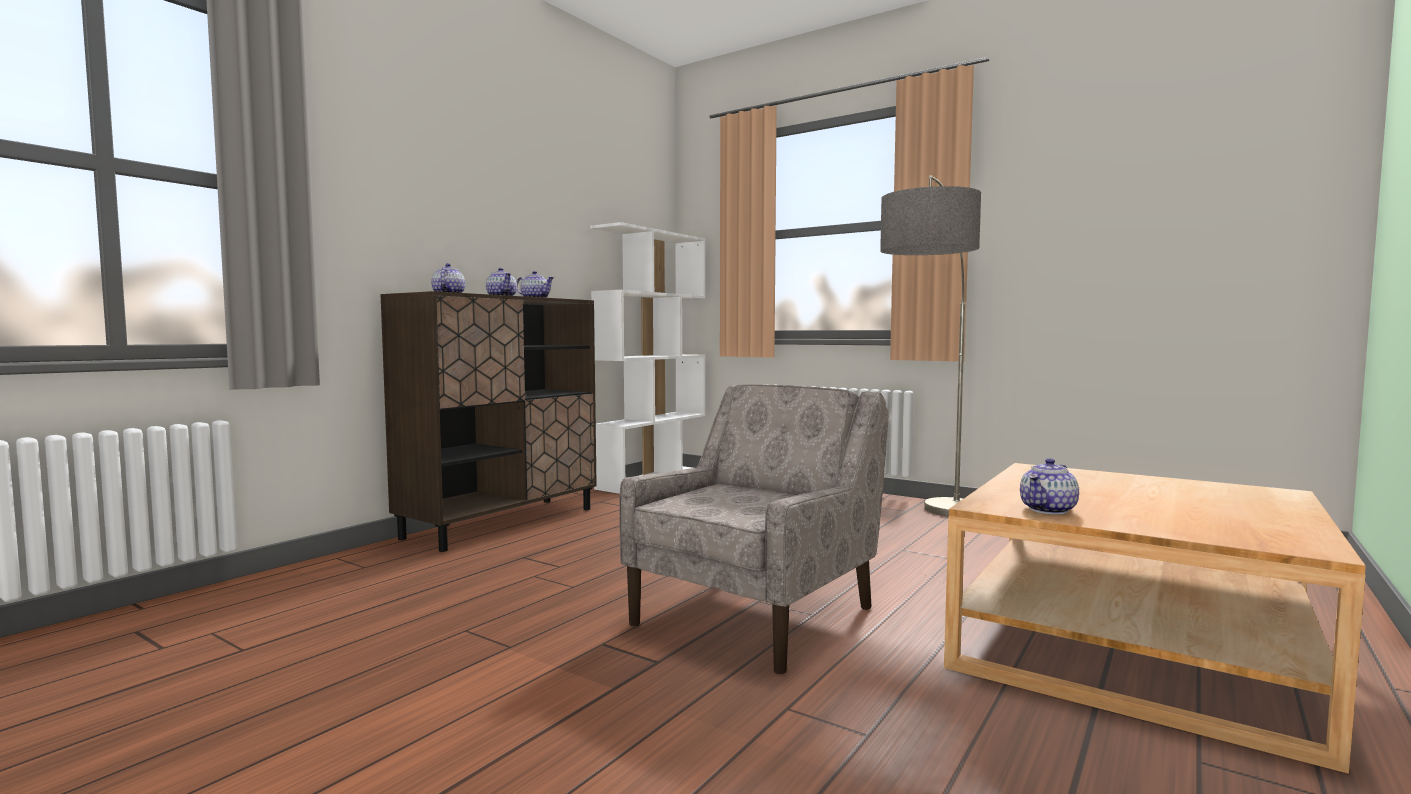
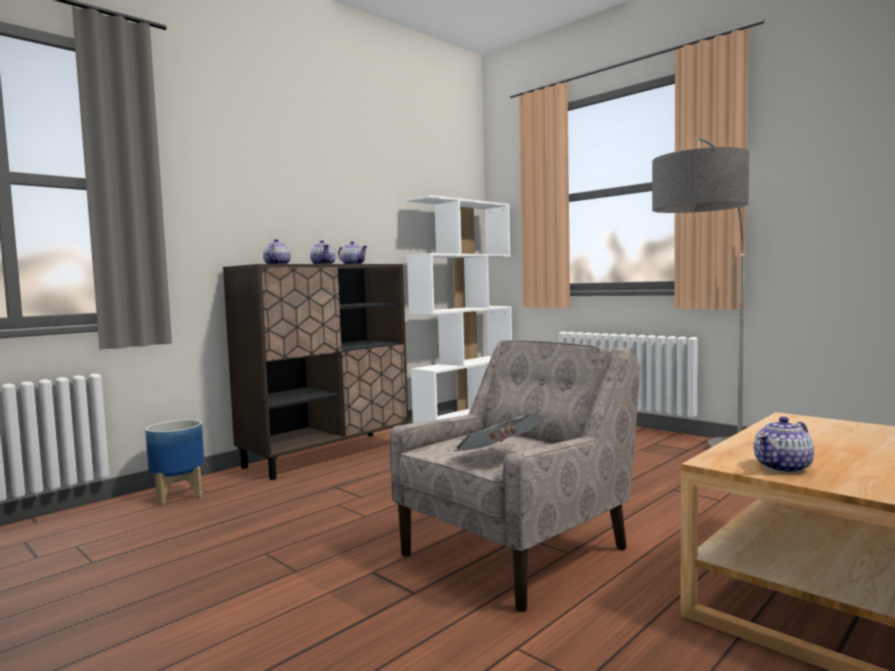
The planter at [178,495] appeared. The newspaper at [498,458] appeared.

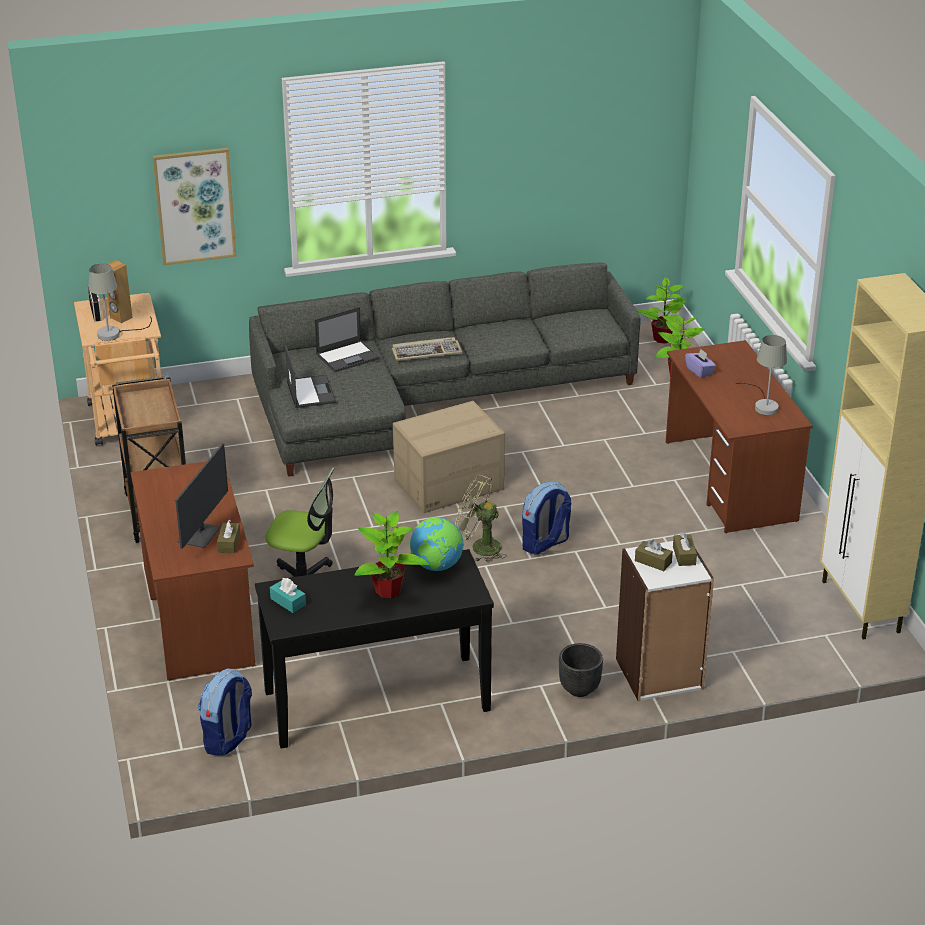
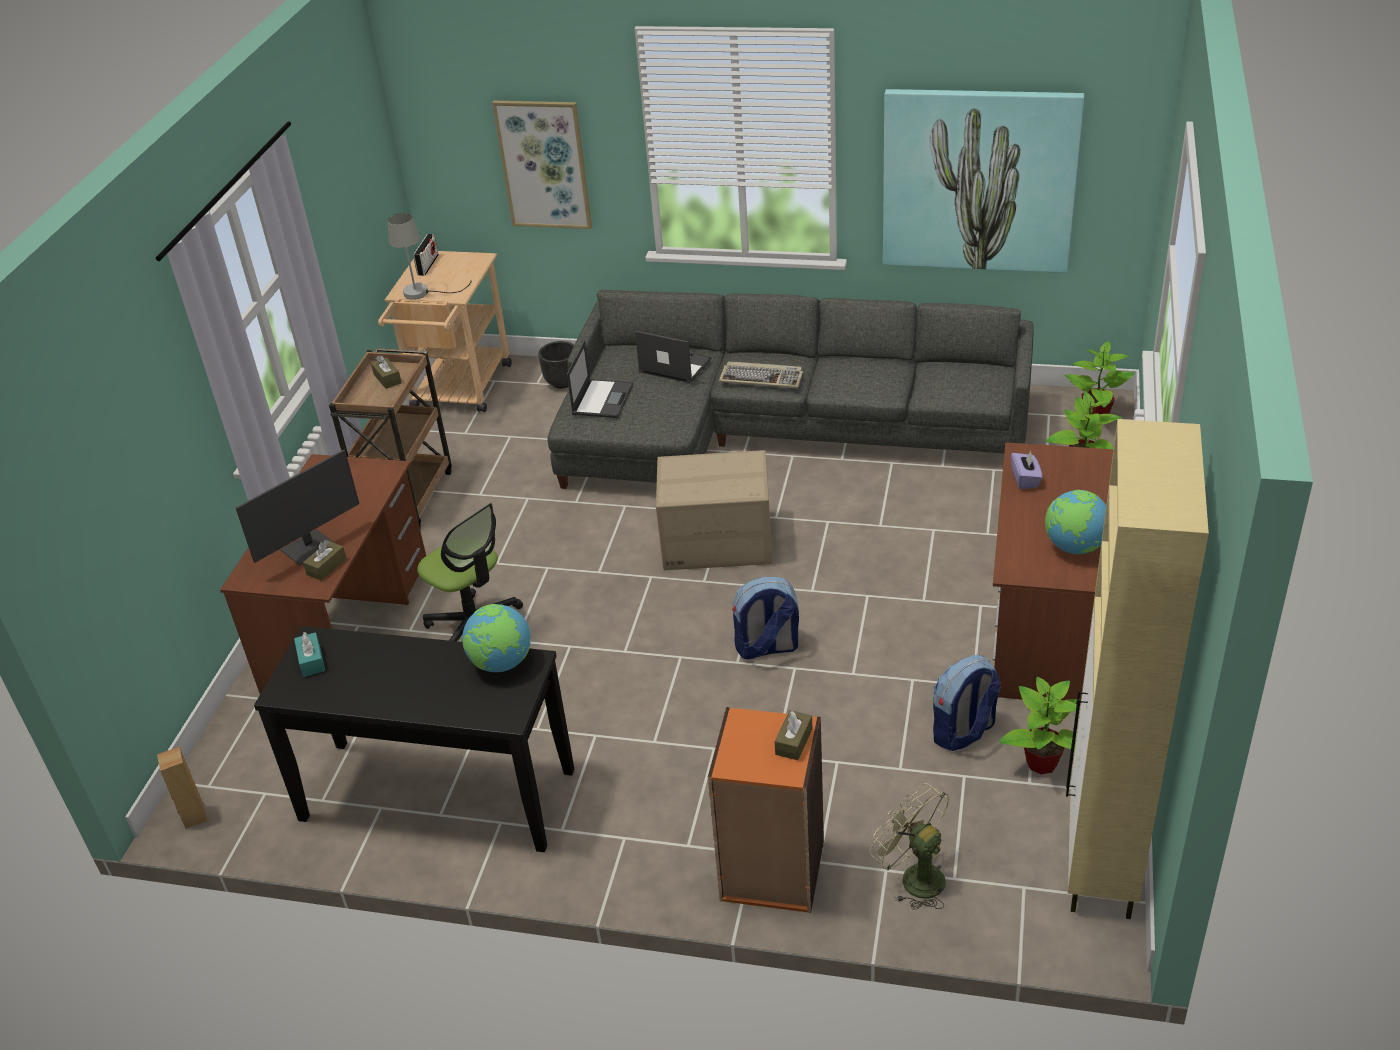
The brown speaker moved from [121,317] to [194,816]. The backpack moved from [228,739] to [963,732]. The laptop at [348,356] turned 150 degrees counterclockwise. The potted plant moved from [388,591] to [1041,763]. The green fan moved from [479,547] to [914,877]. The black planter moved from [579,689] to [562,382]. The white bookcase at [659,674] became the orange bookcase at [772,872]. The brown tissue box moved from [653,561] to [387,378]. The grey table lamp at [764,405] was replaced by the globe at [1074,547]. The picture at [979,180] appeared.

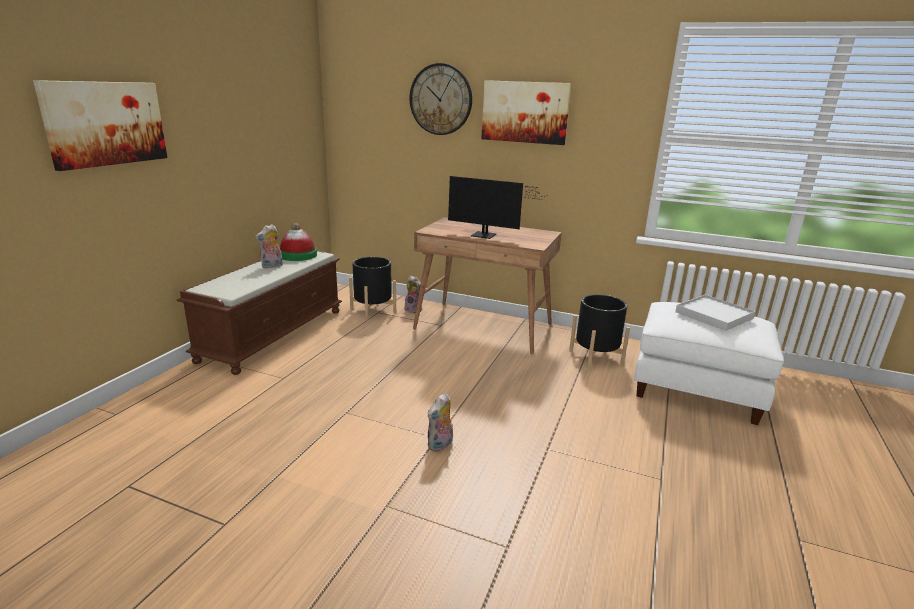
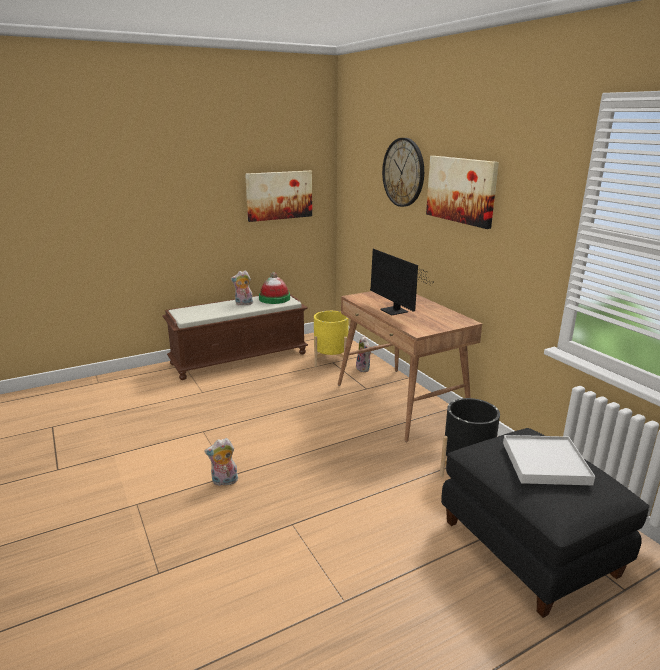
The picture moved from [105,123] to [279,195]. The black planter at [373,311] became the yellow planter at [331,360]. The white ottoman at [696,389] became the black ottoman at [530,547].

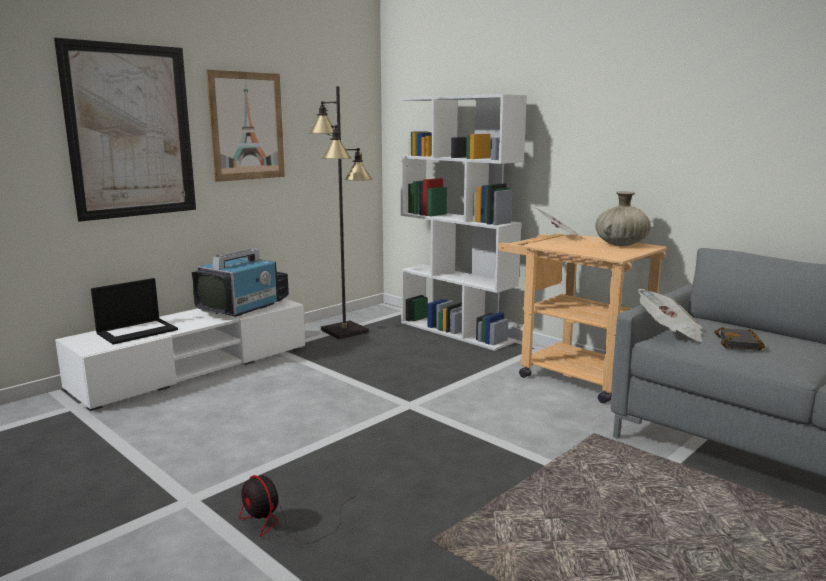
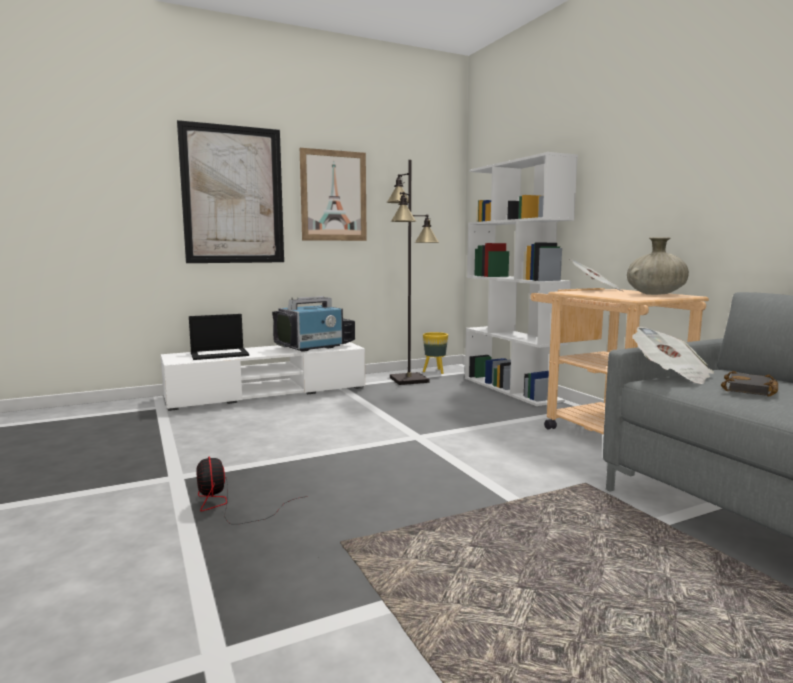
The yellow planter at [435,371] appeared.

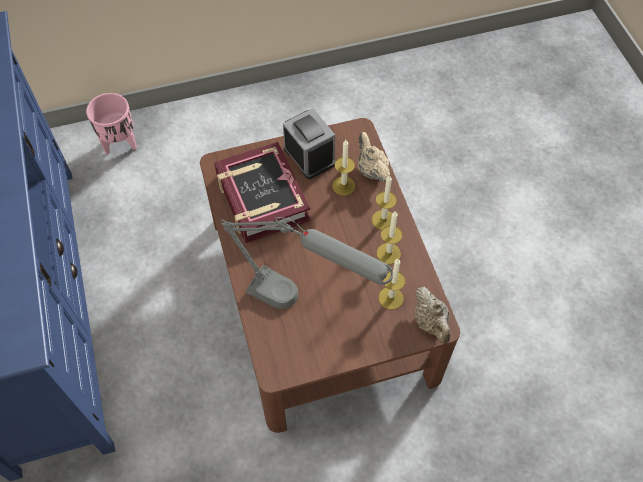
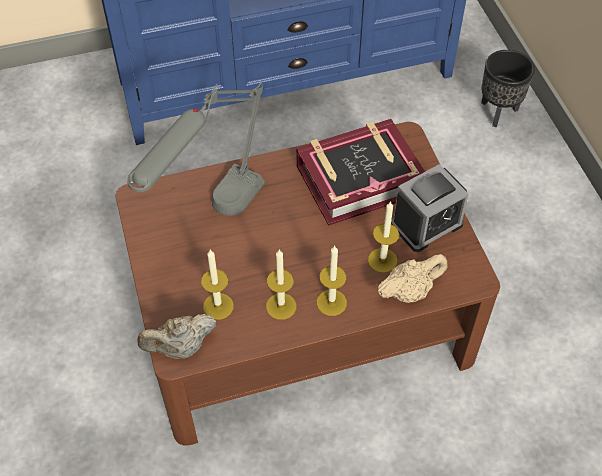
The pink planter at [120,143] became the black planter at [499,112].

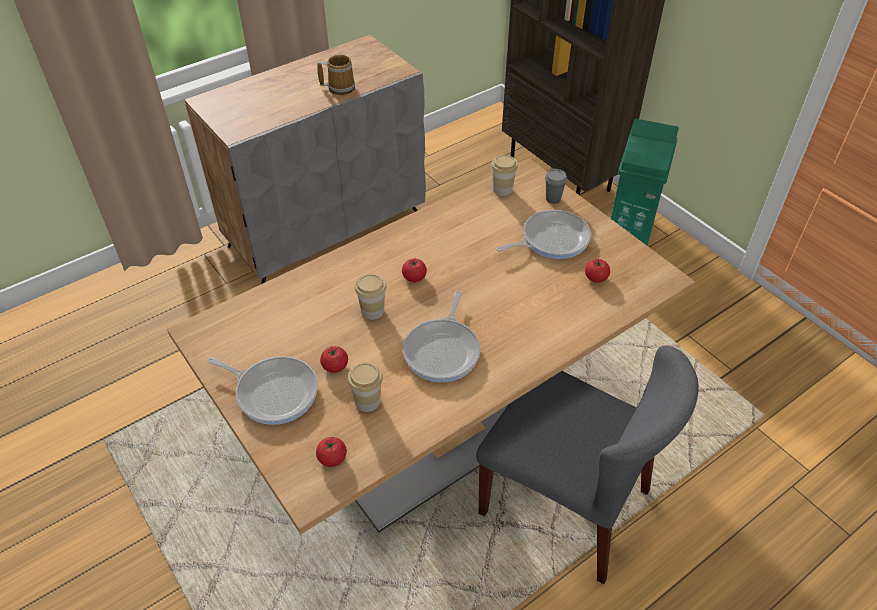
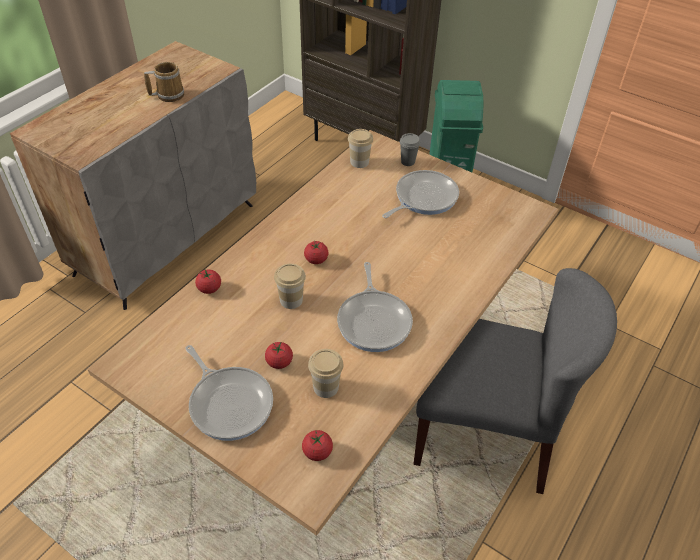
The frying pan at [274,392] turned 45 degrees clockwise. The tomato moved from [596,278] to [209,288].

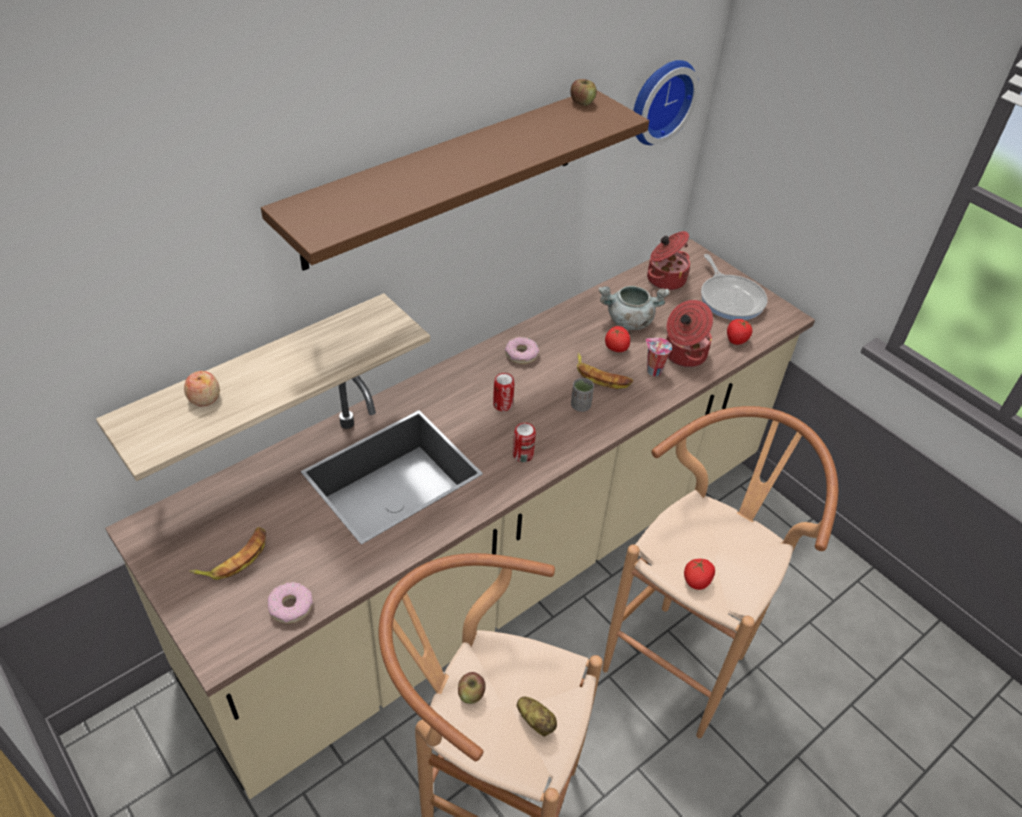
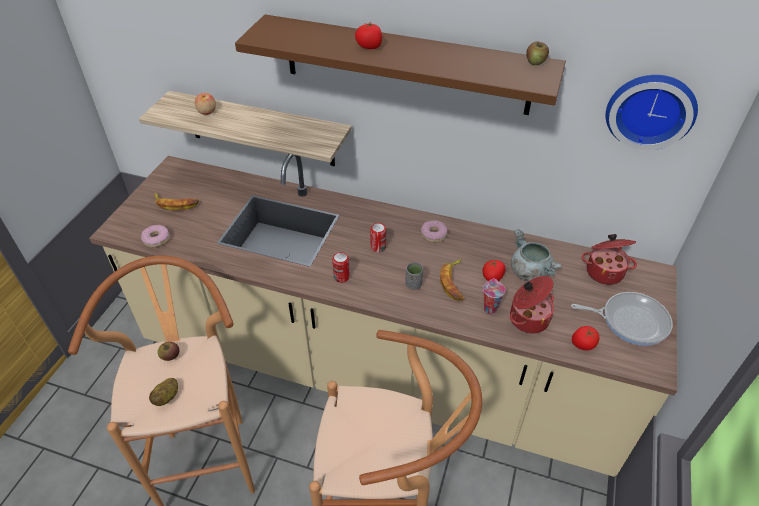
The tomato moved from [697,581] to [369,46]. The frying pan at [730,299] turned 120 degrees counterclockwise.

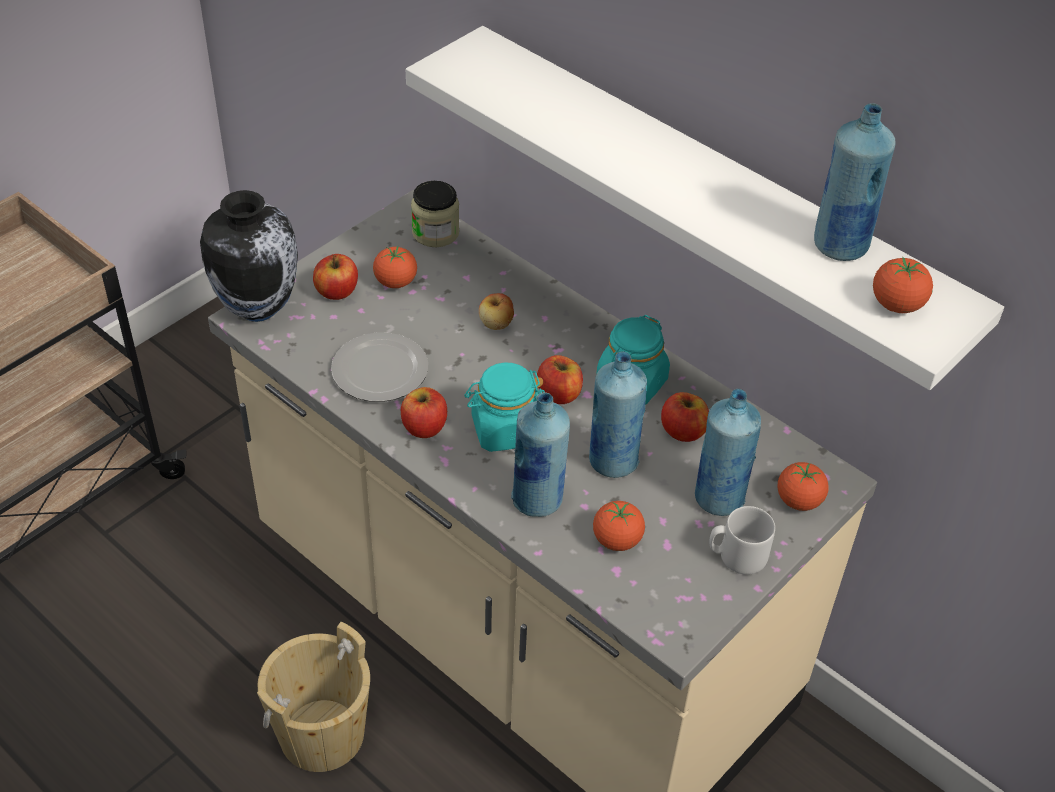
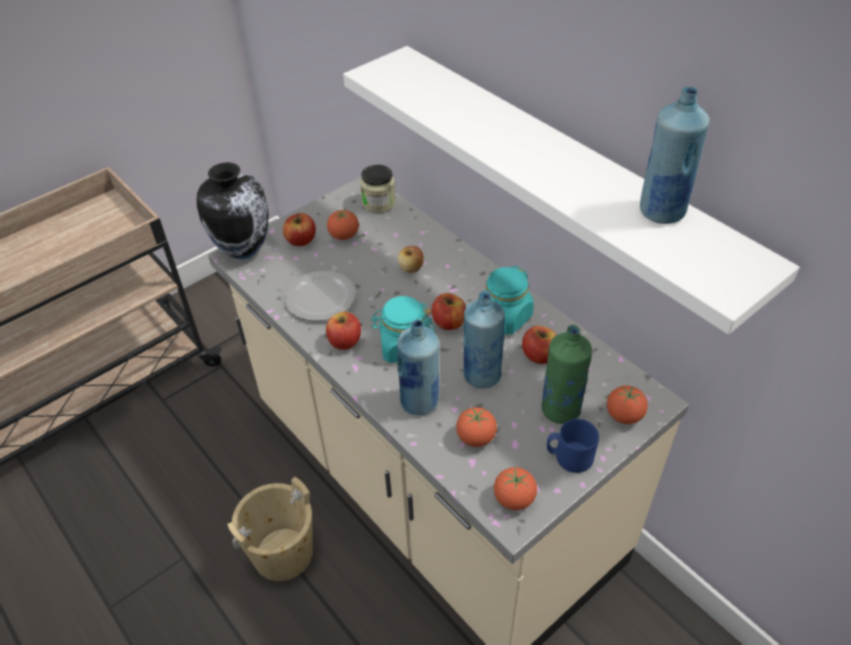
The blue bottle at [719,498] became the green bottle at [560,409]. The grey mug at [737,556] became the blue mug at [569,457]. The tomato moved from [896,305] to [514,499].

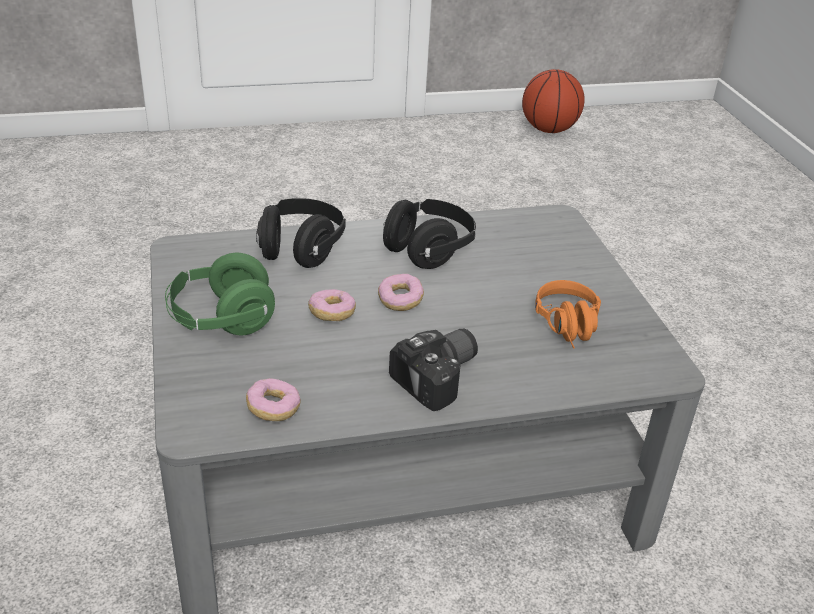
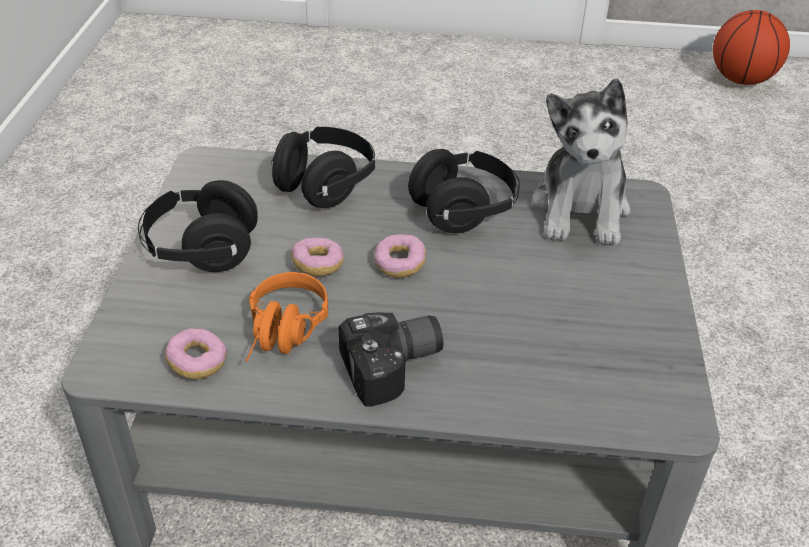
The green headphones at [221,320] became the black headphones at [201,250]. The orange headphones moved from [570,329] to [284,334]. The plush toy at [581,209] appeared.

